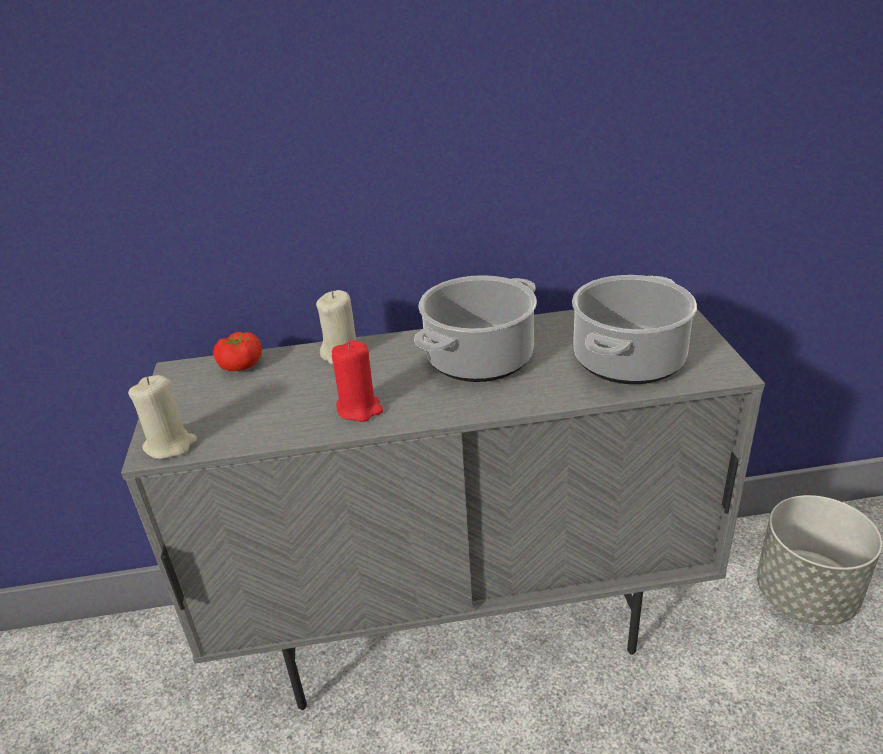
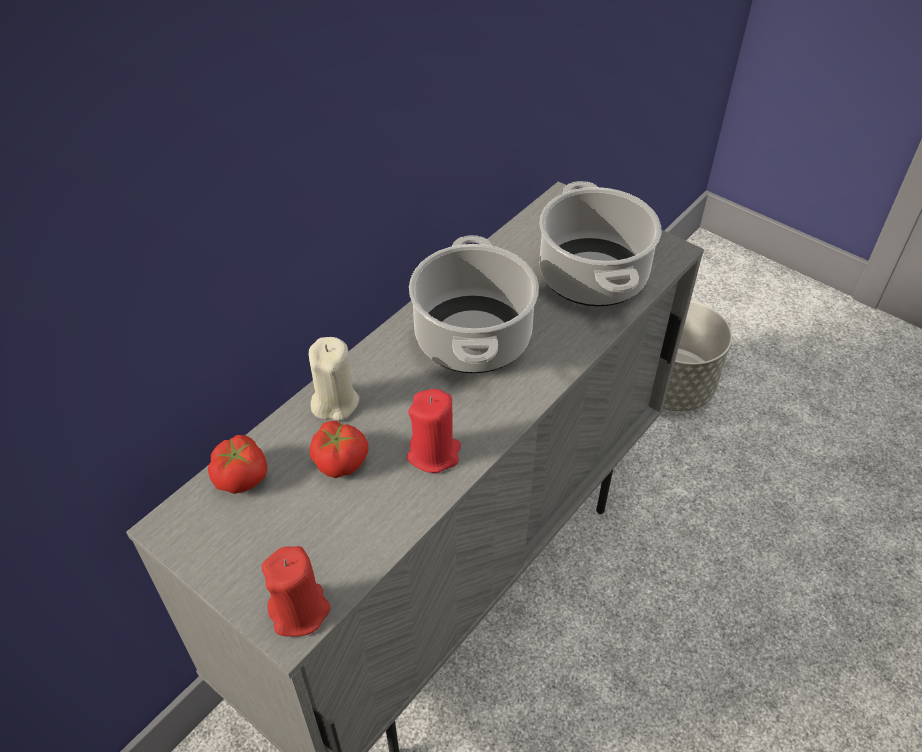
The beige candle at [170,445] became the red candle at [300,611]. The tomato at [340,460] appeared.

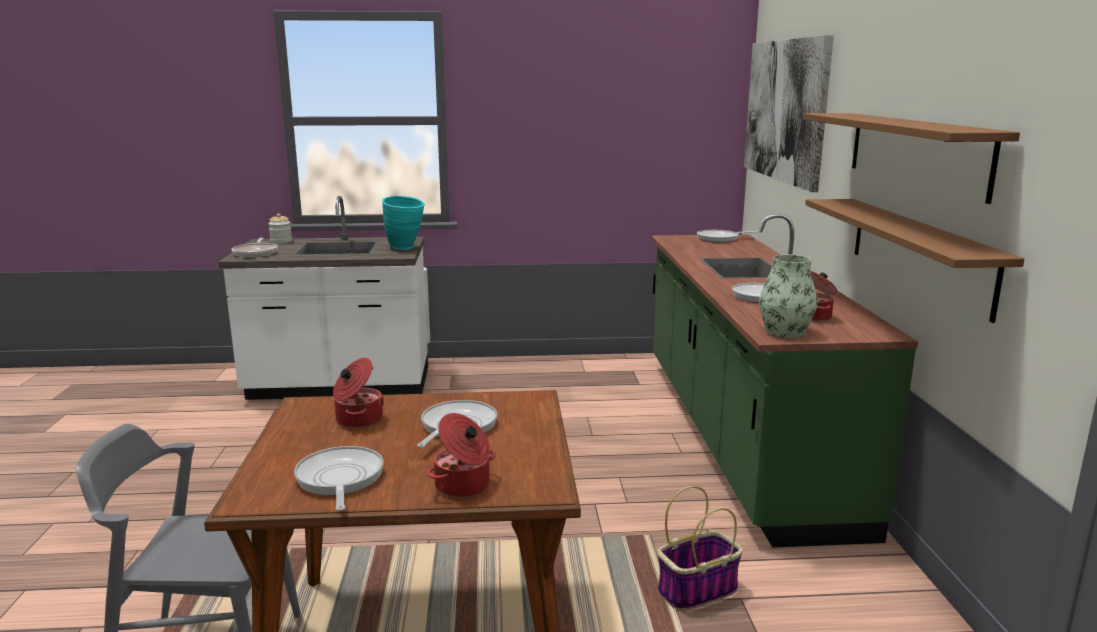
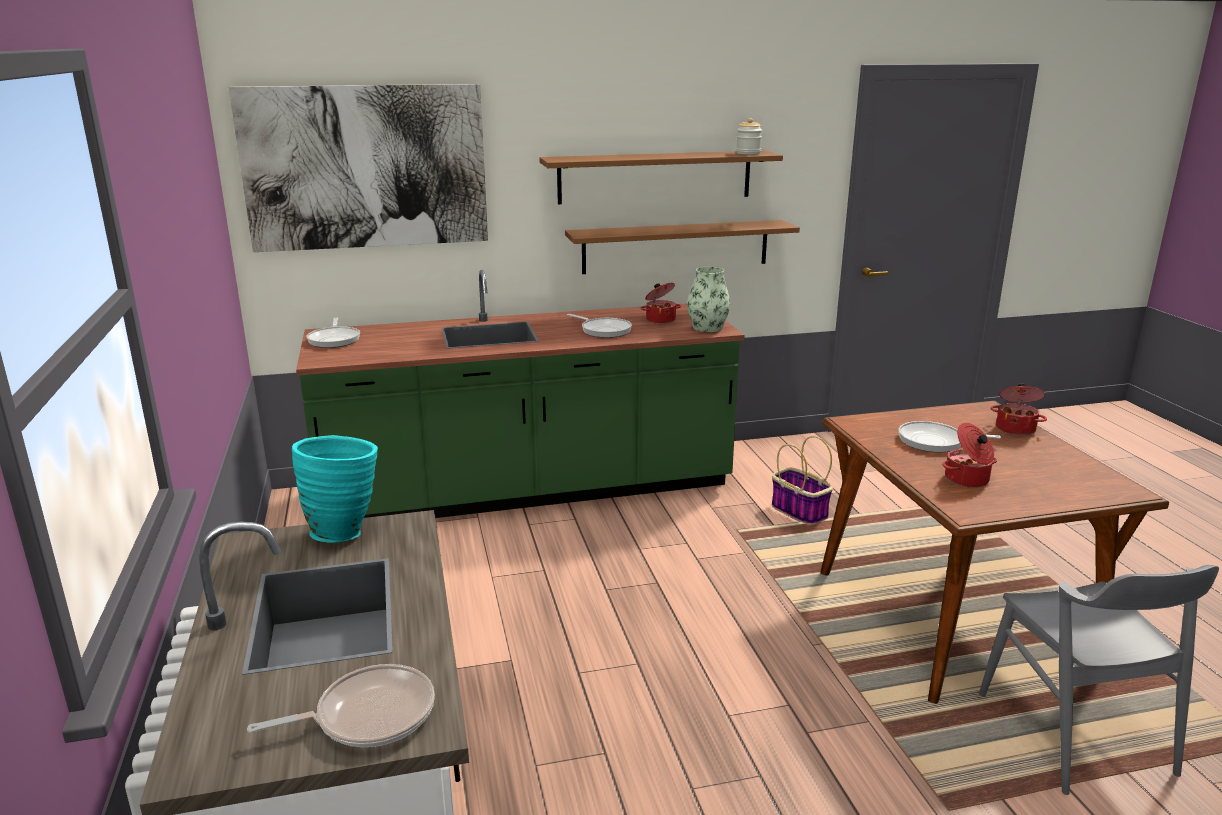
The jar moved from [281,241] to [748,153]. The frying pan at [339,480] disappeared.

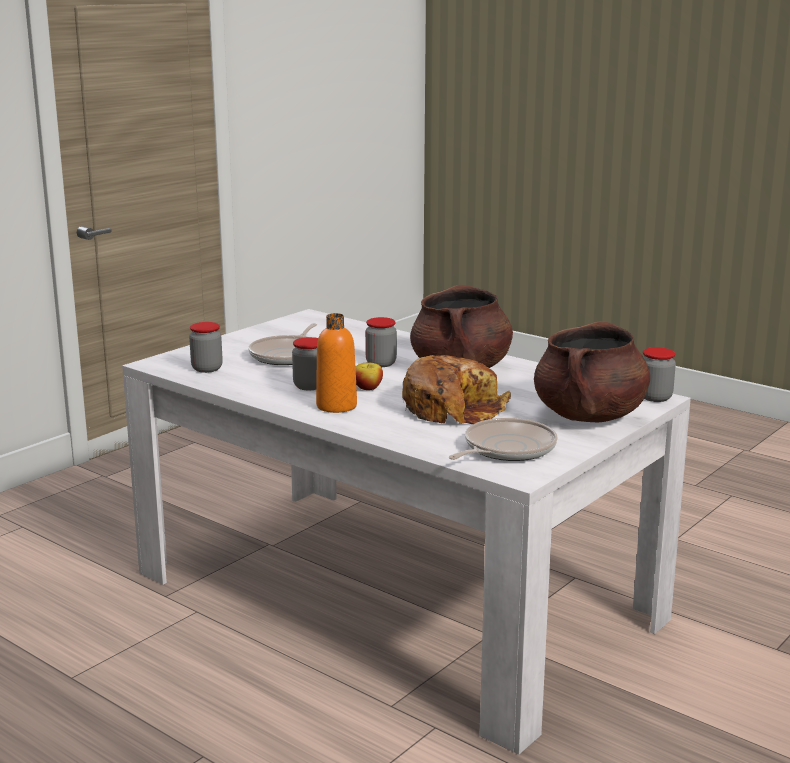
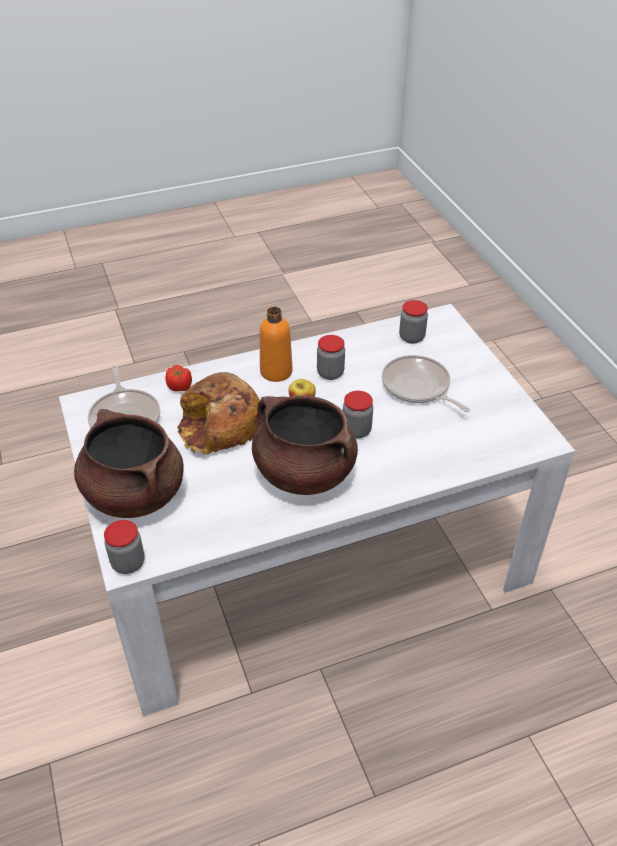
The tomato at [180,386] appeared.

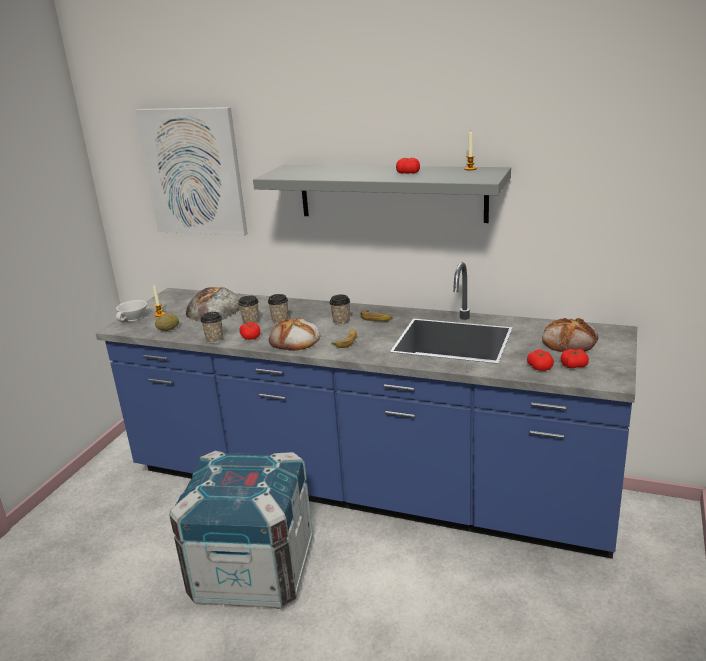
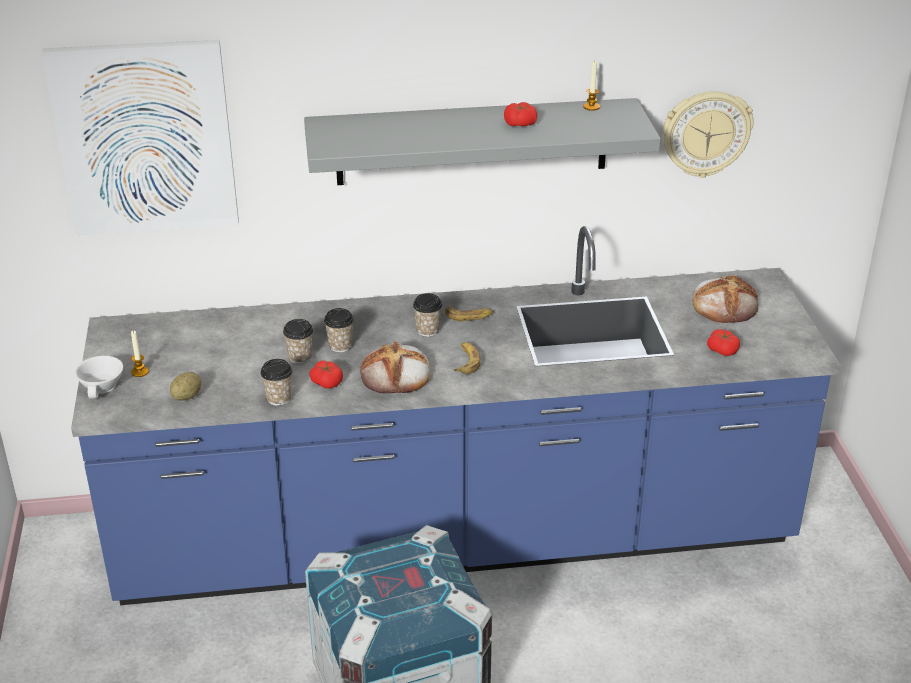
The bread at [214,308] disappeared. The tomato at [573,365] disappeared. The wall clock at [706,133] appeared.

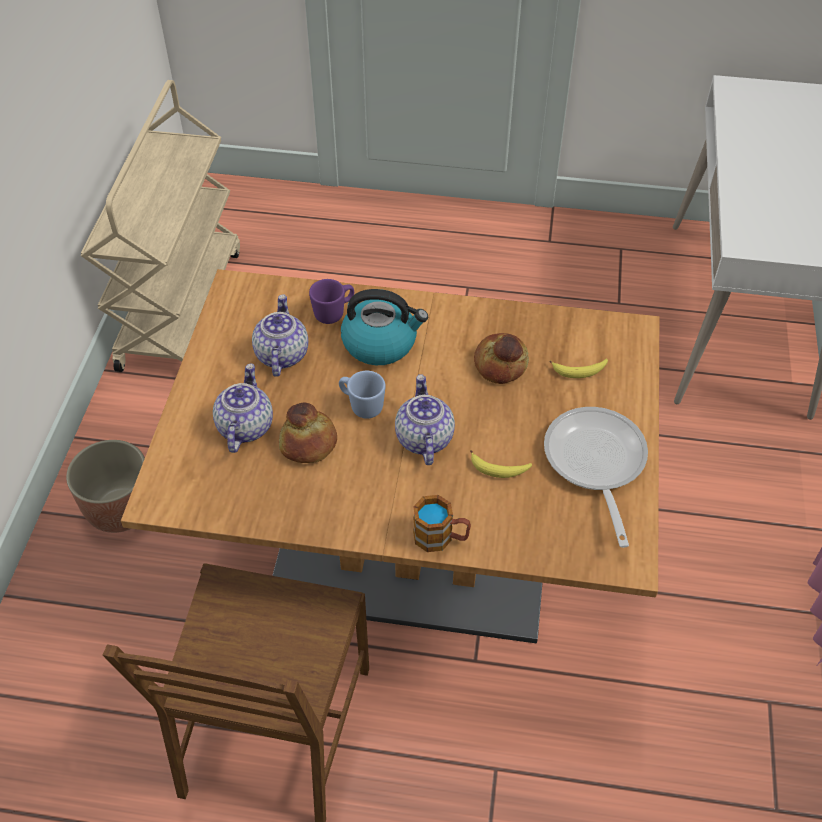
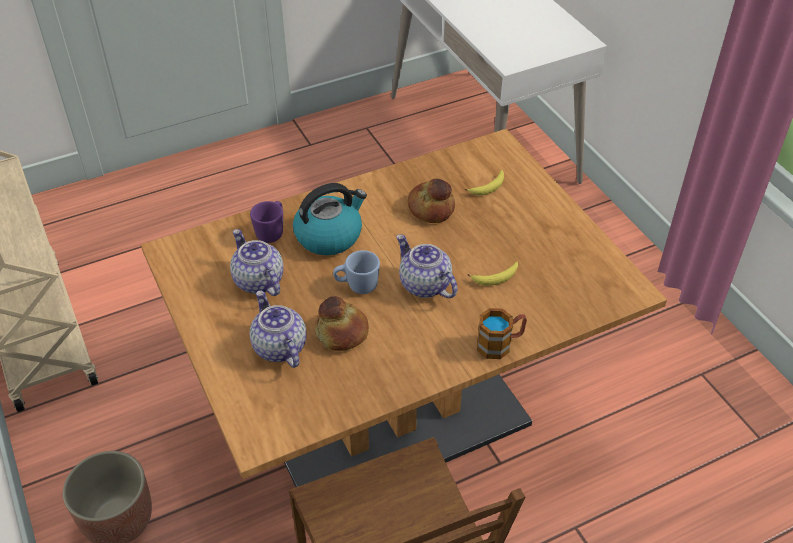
The frying pan at [595,464] disappeared.

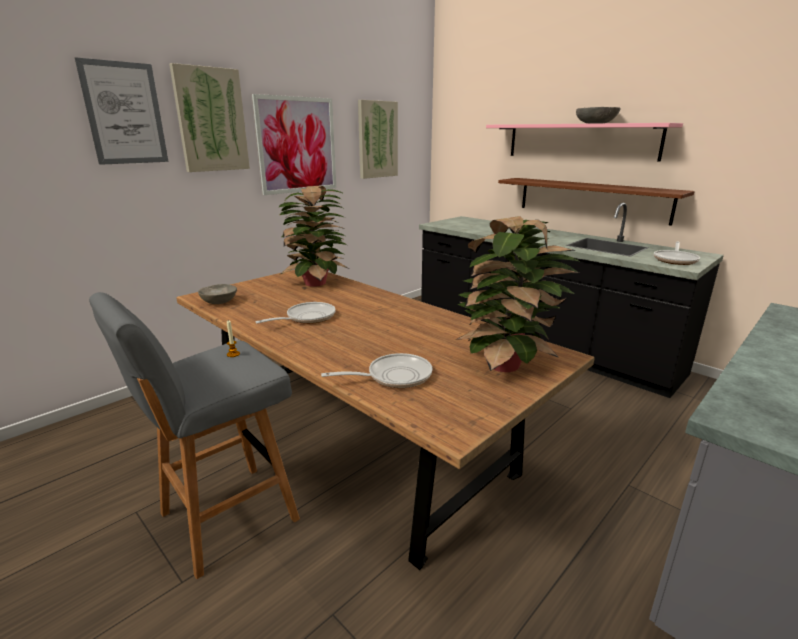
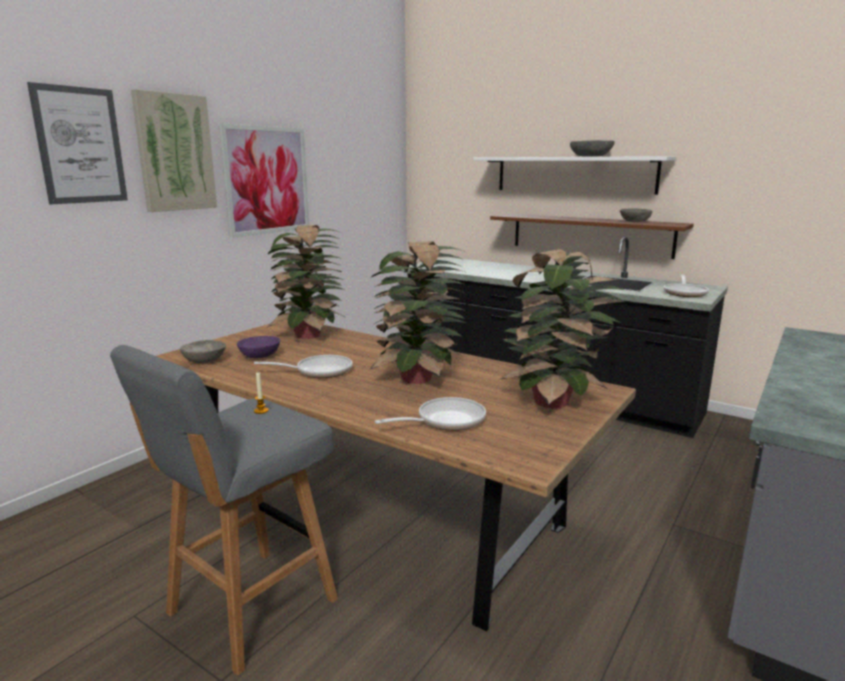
The frying pan at [307,318] turned 45 degrees clockwise. The picture at [377,139] disappeared. The pink shelf at [580,141] became the white shelf at [574,174]. The purple bowl at [260,356] appeared. The potted plant at [418,379] appeared. The grey bowl at [635,221] appeared.

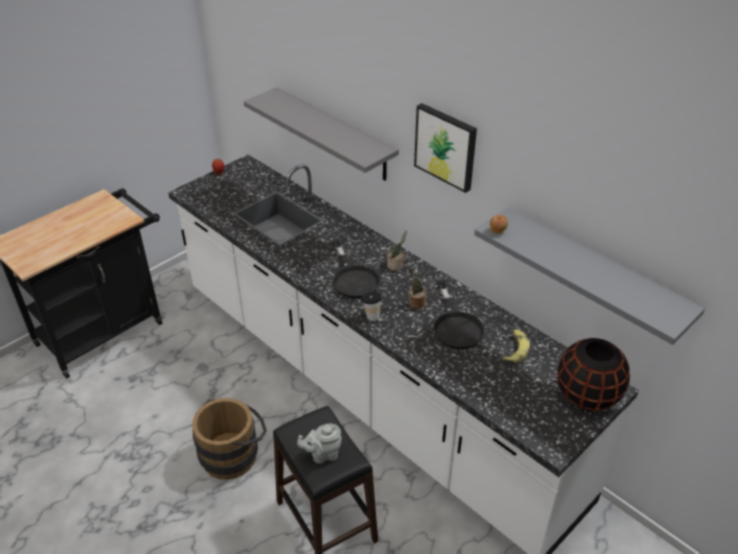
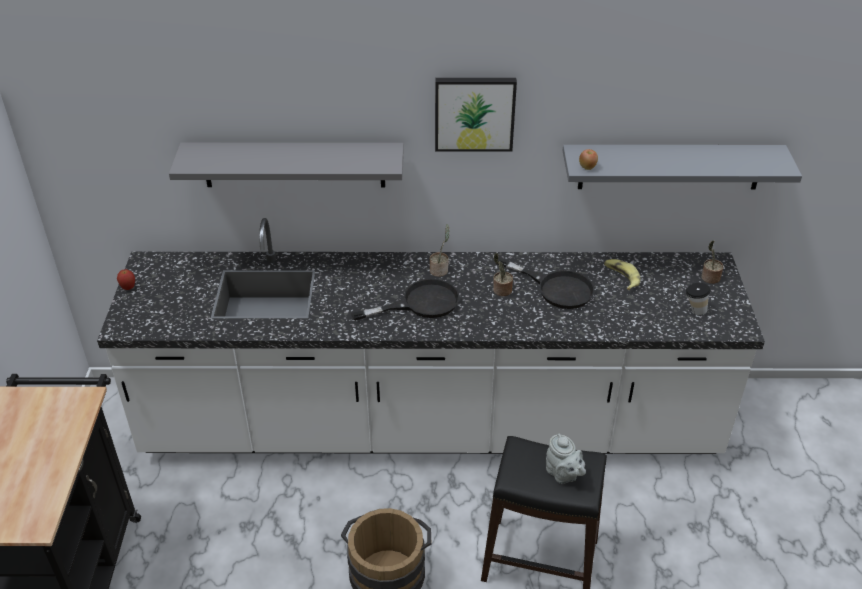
The grey teapot at [322,454] turned 60 degrees counterclockwise. The black frying pan at [353,278] turned 45 degrees counterclockwise. The cup moved from [371,315] to [694,310]. The black vase at [587,396] was replaced by the potted plant at [709,278].

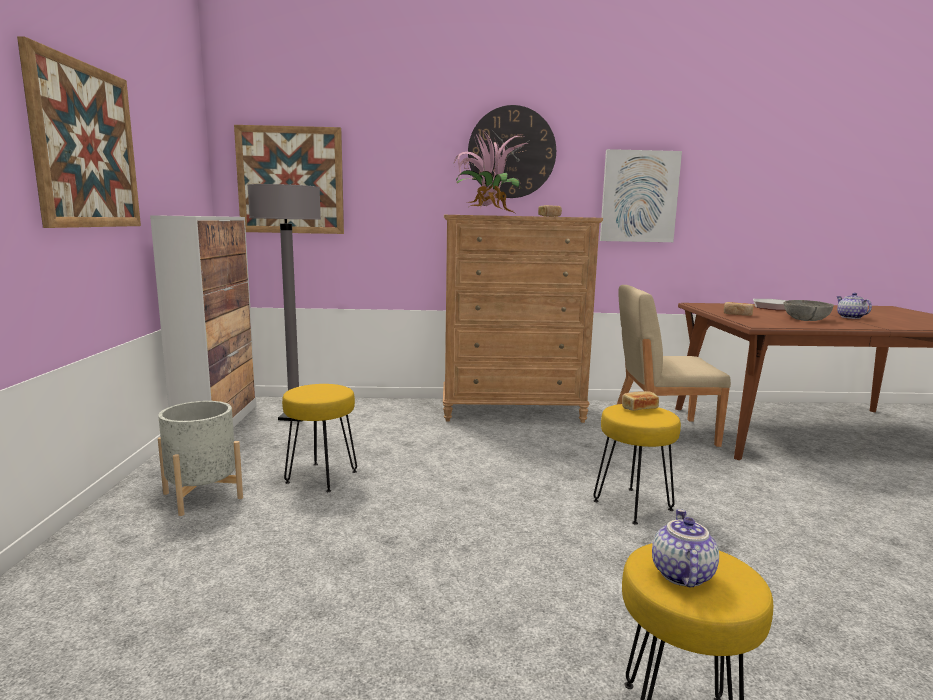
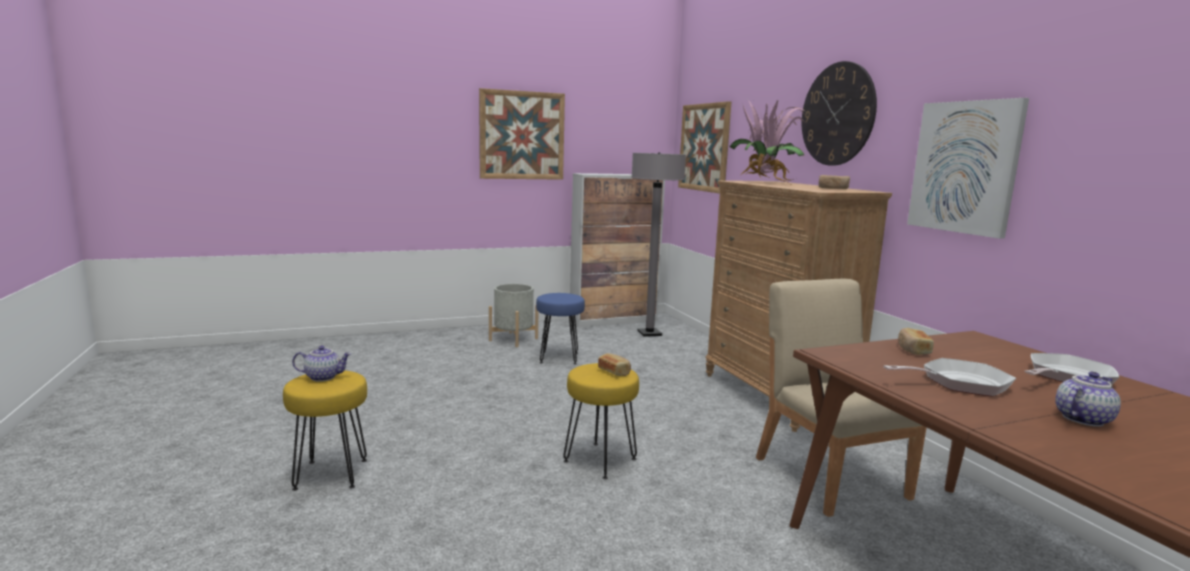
The yellow stool at [320,477] became the blue stool at [558,357]. The grey bowl at [805,319] was replaced by the frying pan at [959,383].

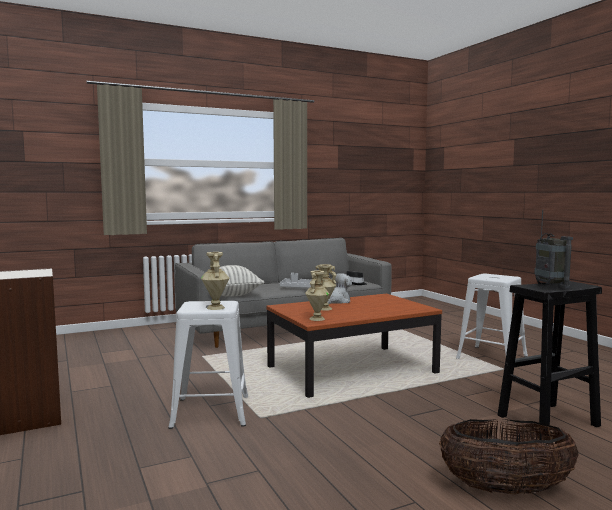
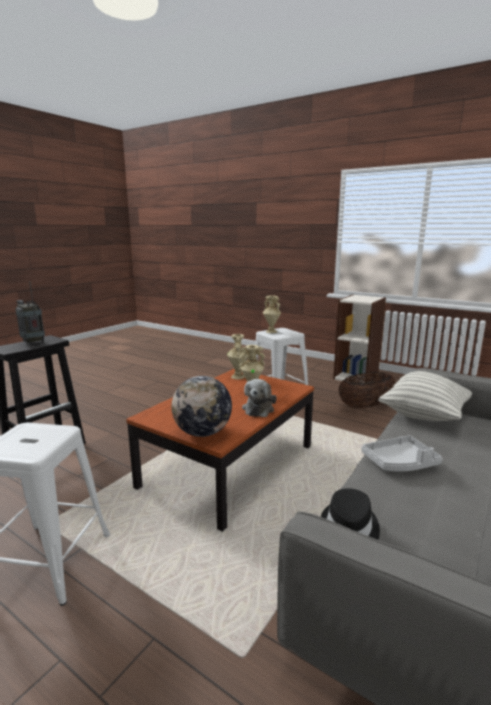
The basket moved from [505,489] to [365,406]. The globe at [203,433] appeared.

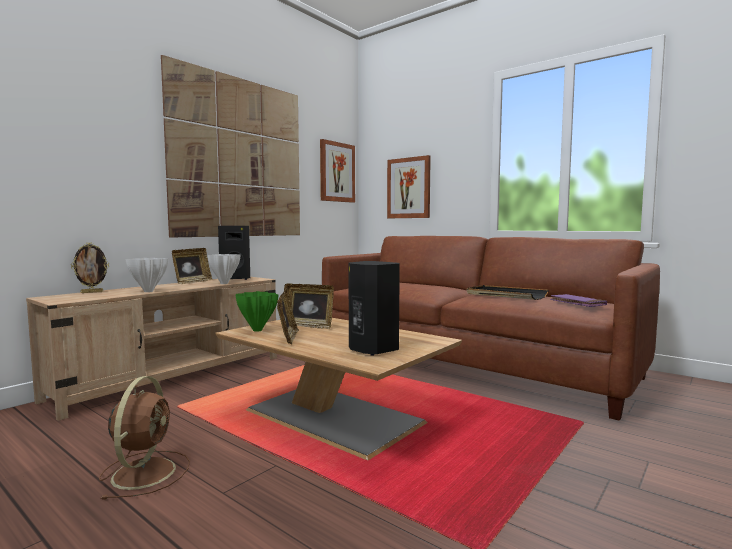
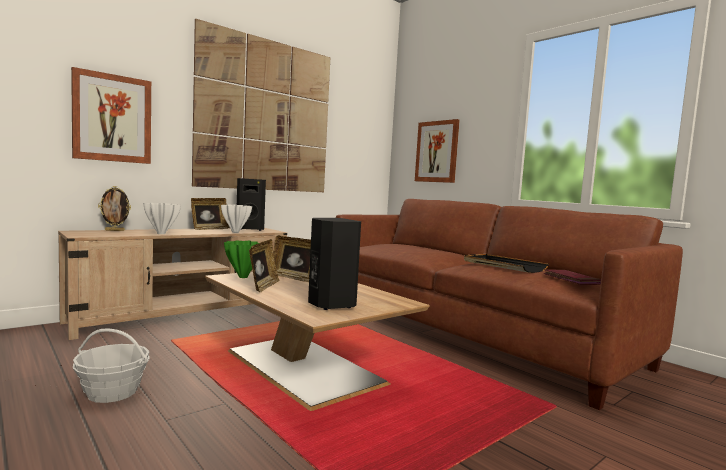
The brown fan at [145,472] was replaced by the basket at [112,392]. The picture moved from [337,172] to [112,118]. The purple book at [577,303] became the red book at [572,280].

